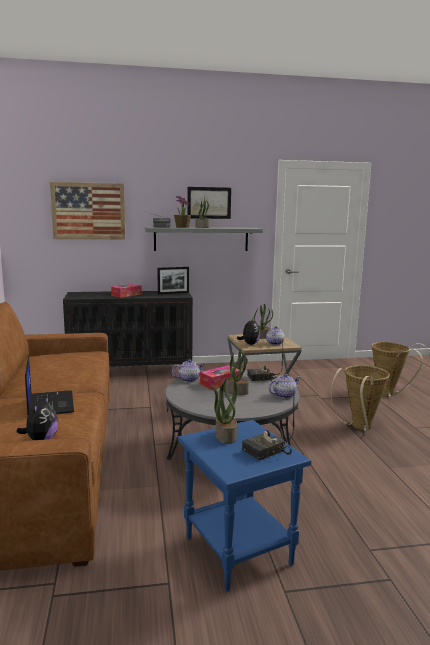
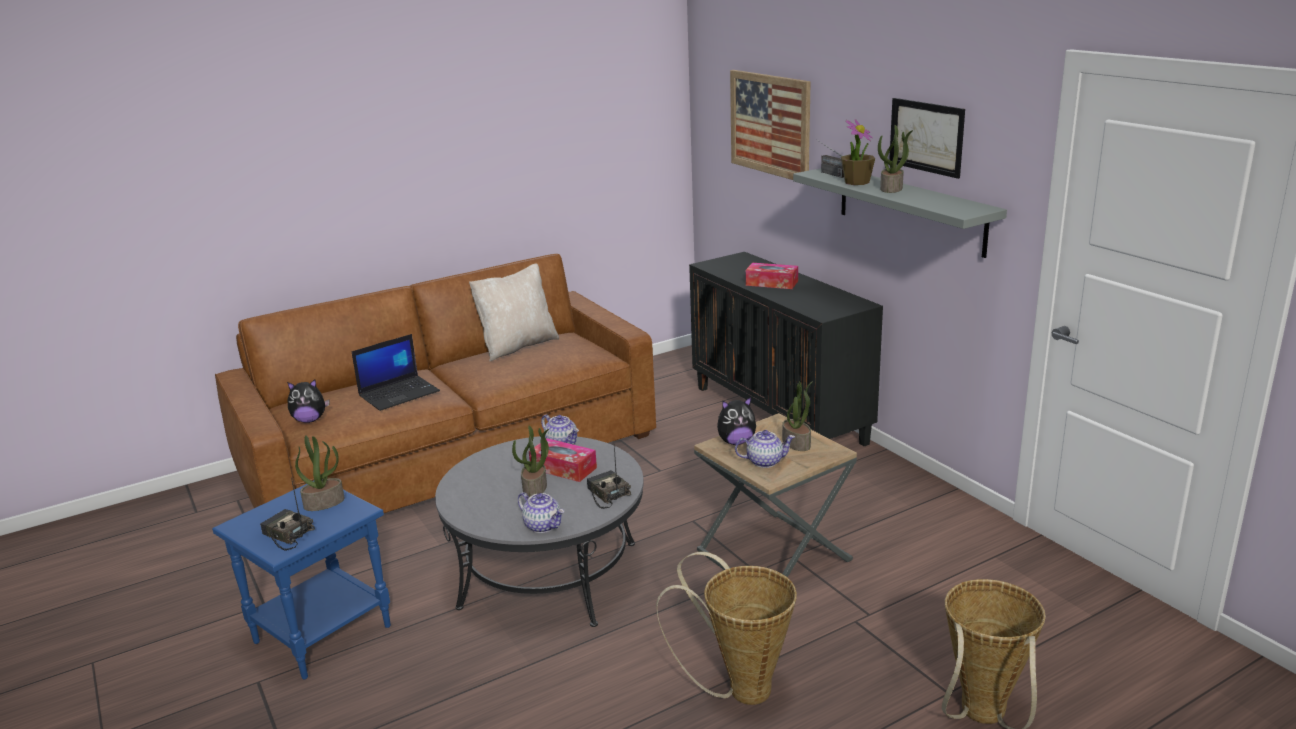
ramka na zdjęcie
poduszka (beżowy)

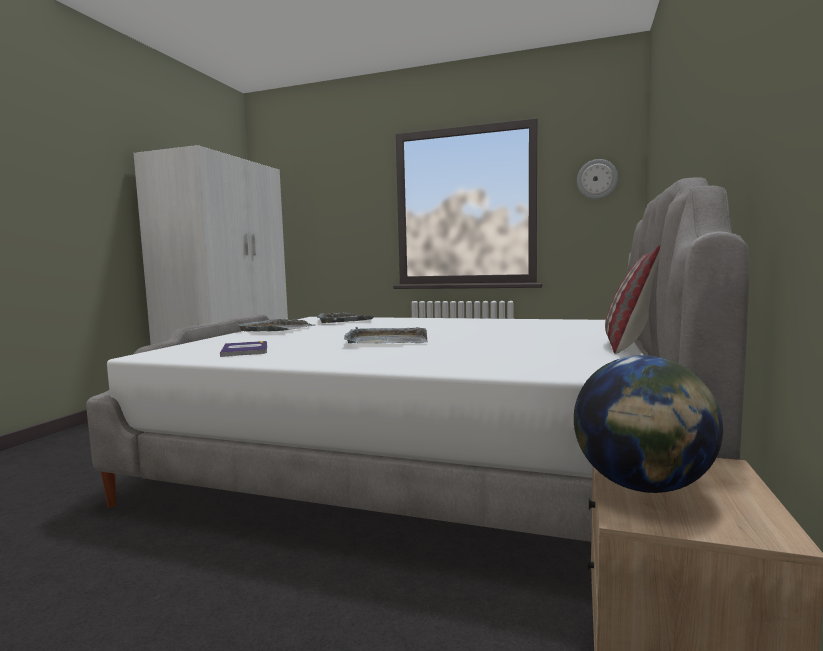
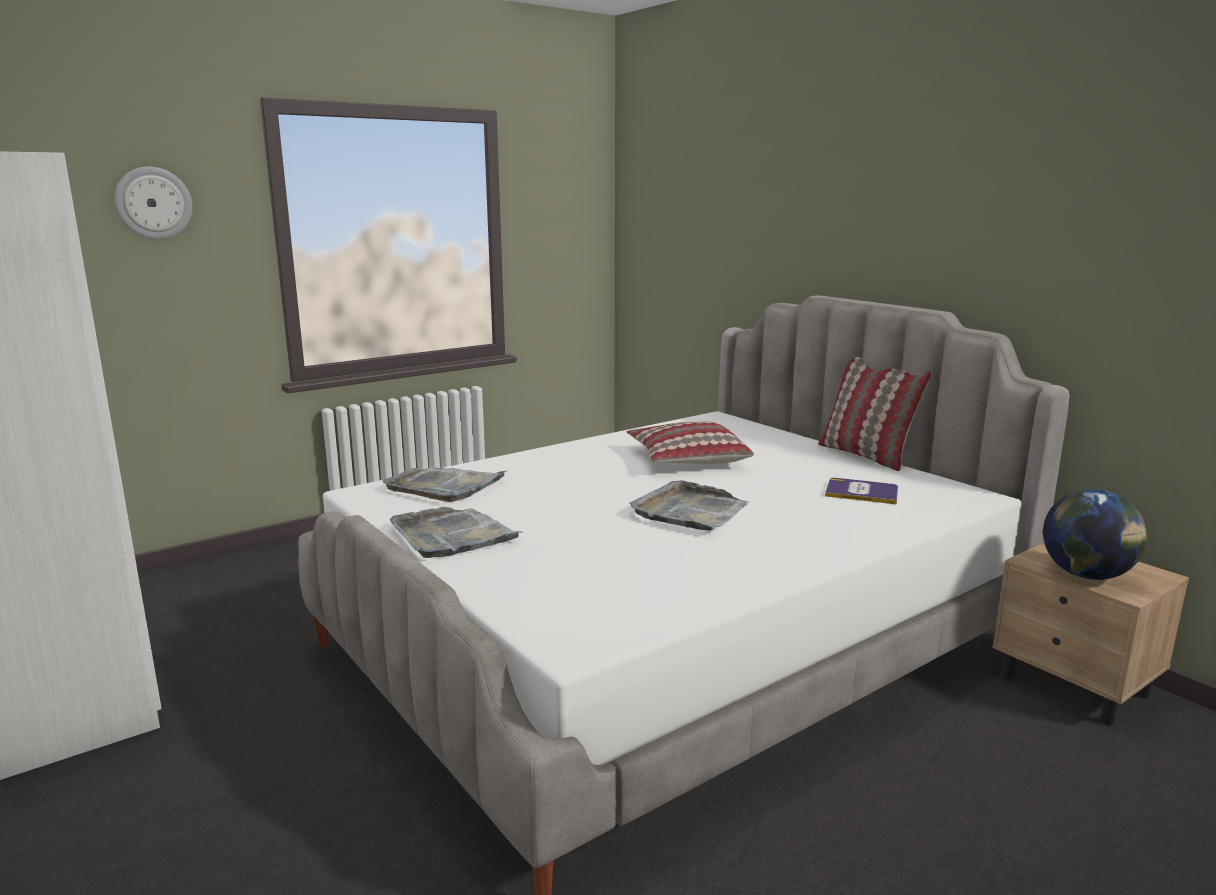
poduszka (no. 1 from left)
książka
zegar ścienny

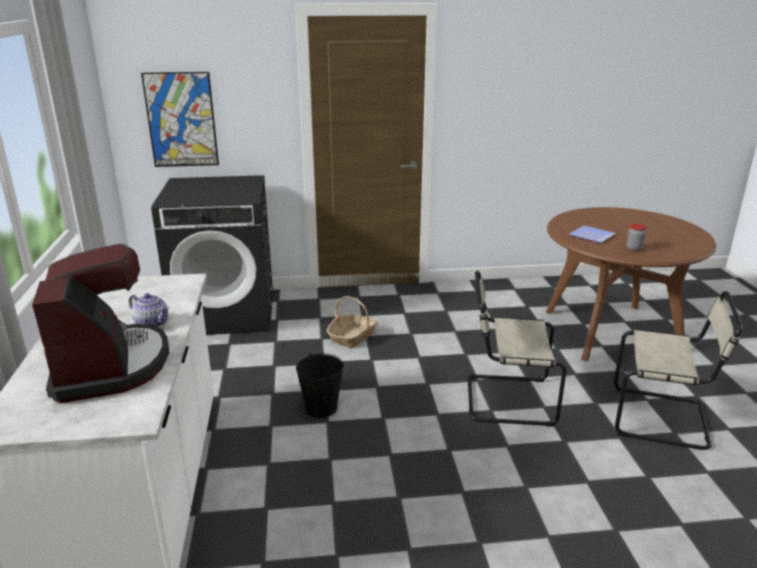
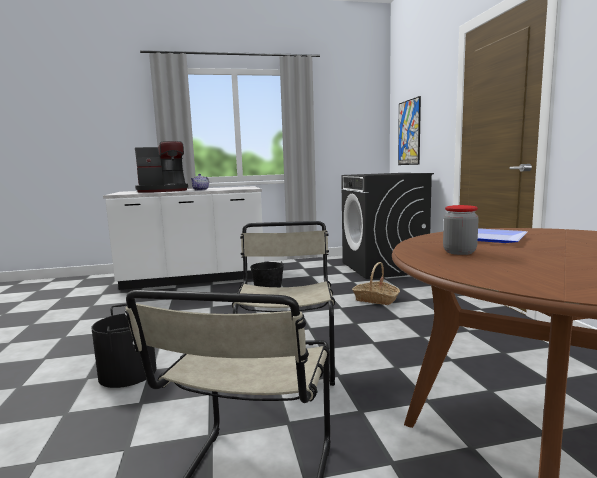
wiadro (czarny) (no. 1 from left)

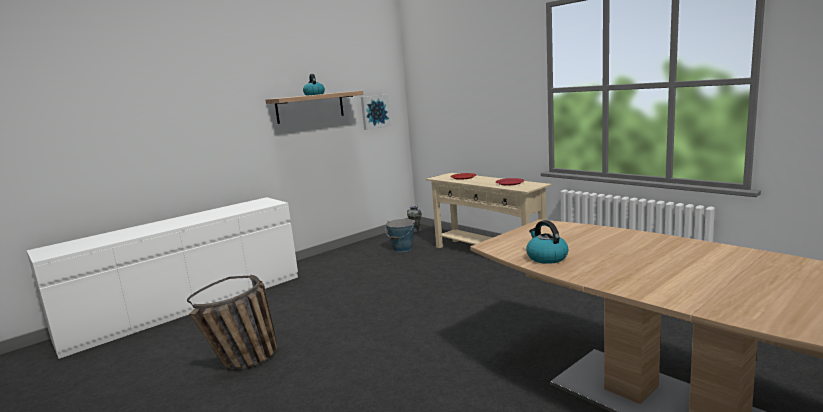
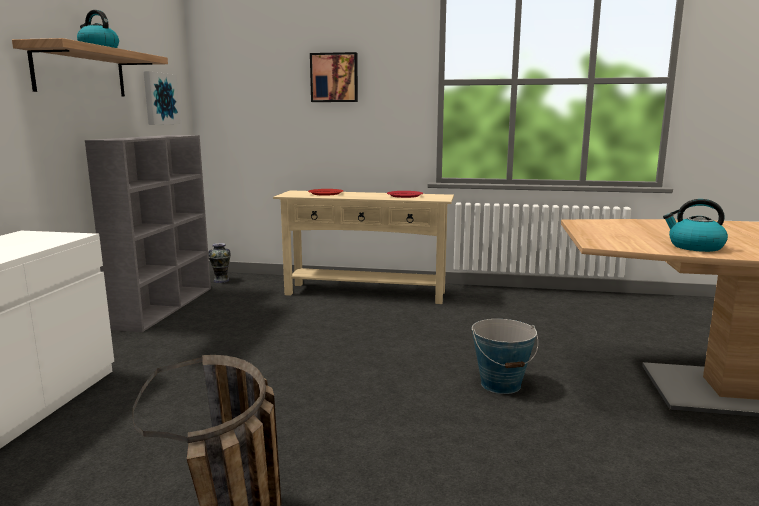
regał (szary)
obraz (no. 2 from left)
wiadro

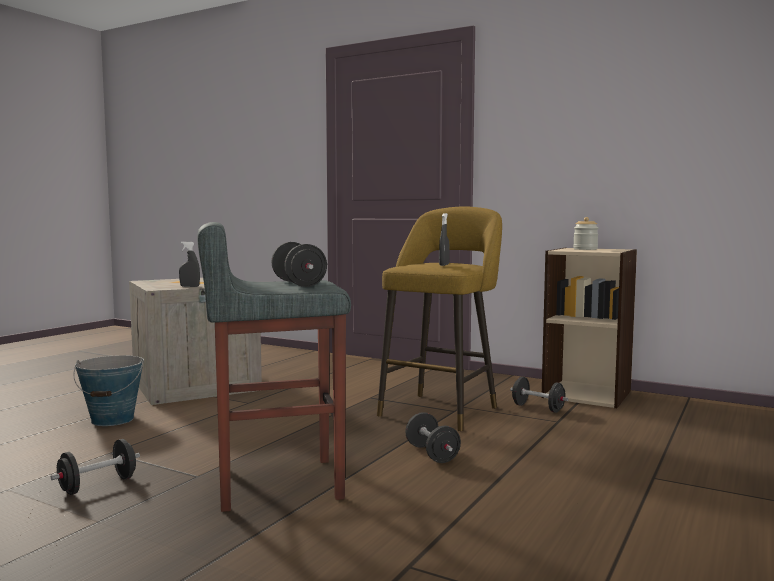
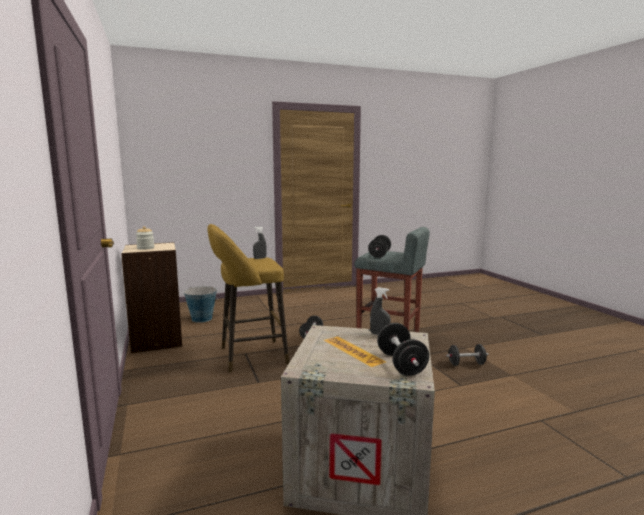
wiadro
hantel (czarny) (no. 3 from left)

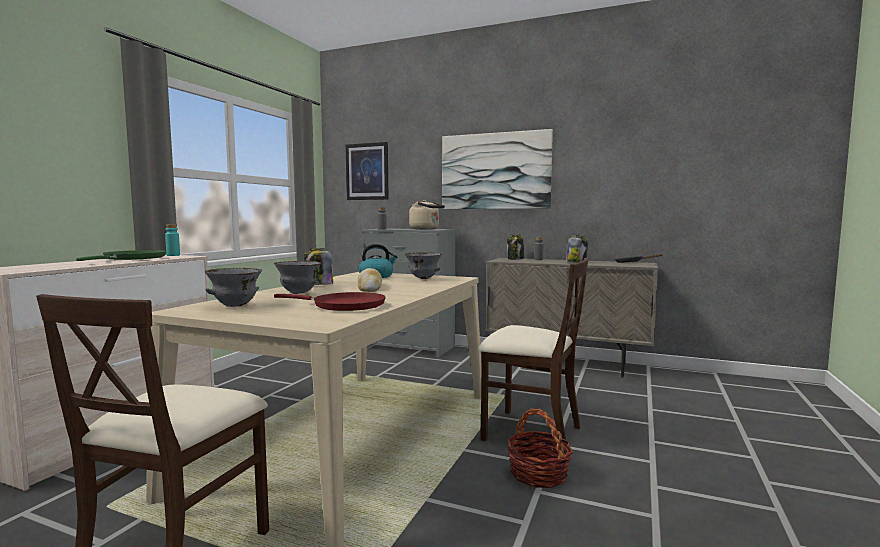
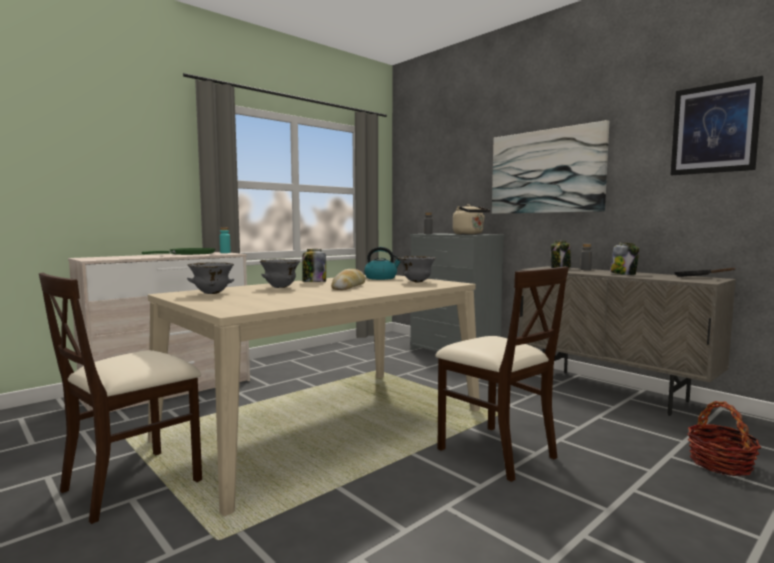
patelnia (czerwony)
obraz (no. 2 from left)
koszyk

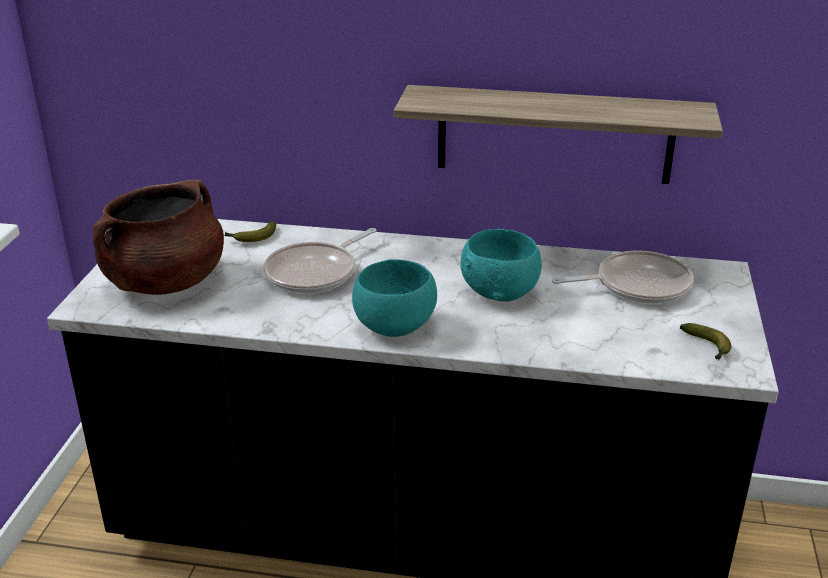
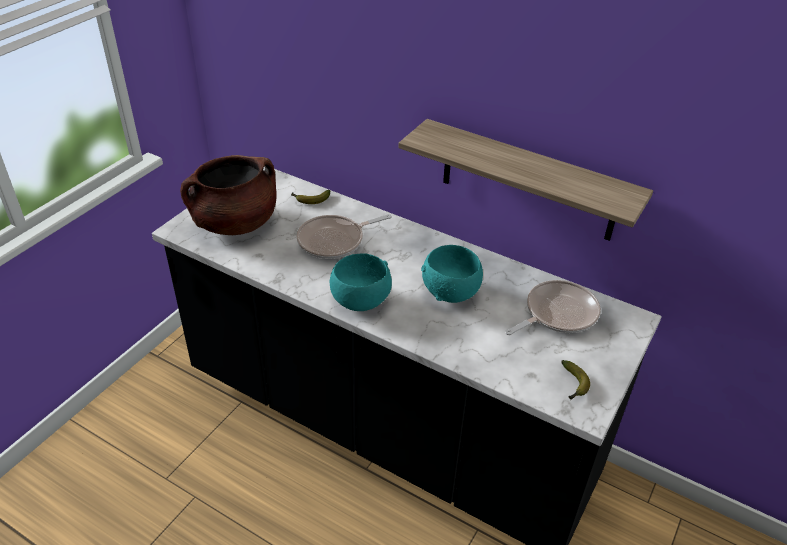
patelnia (no. 2 from left)

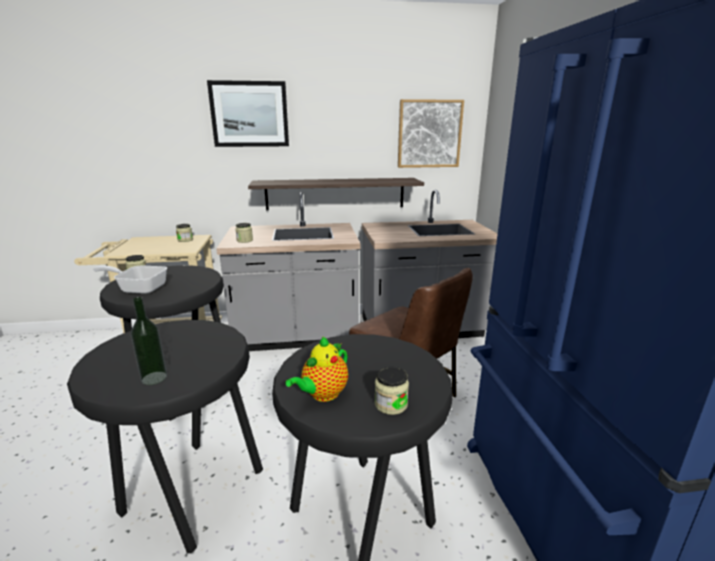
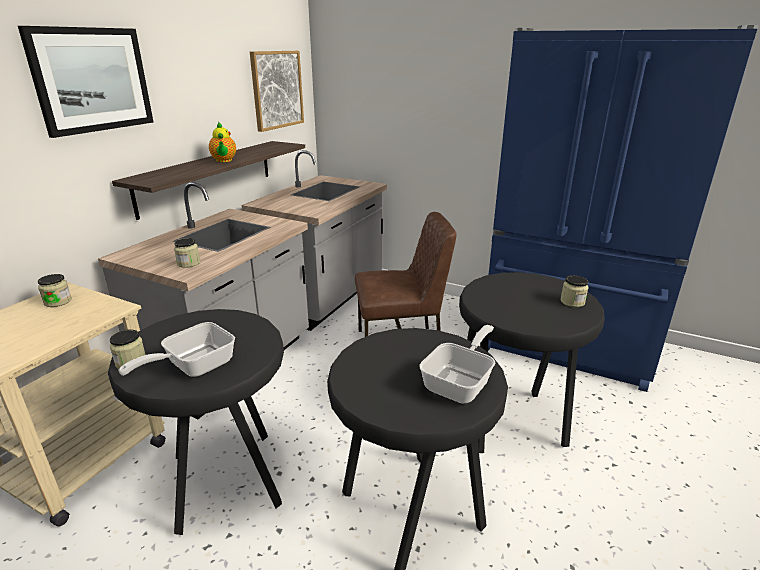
imbryk
patelnia (no. 2 from left)

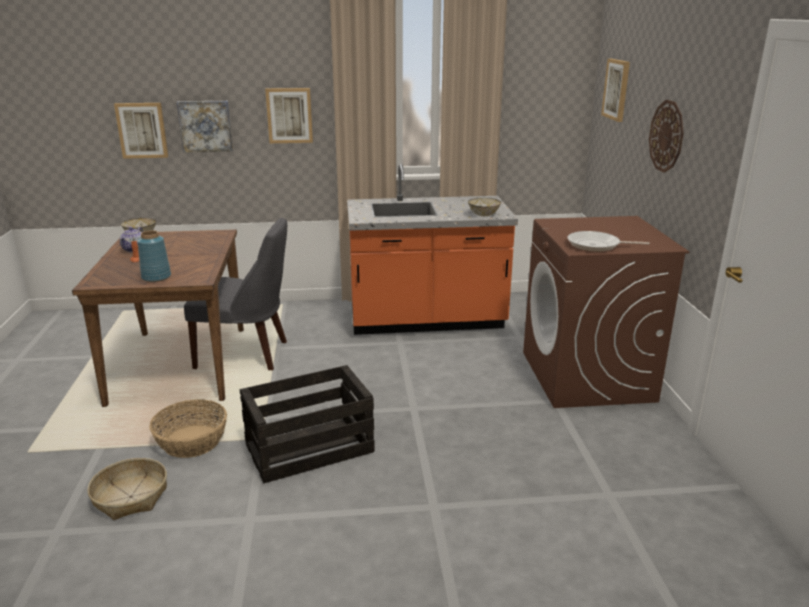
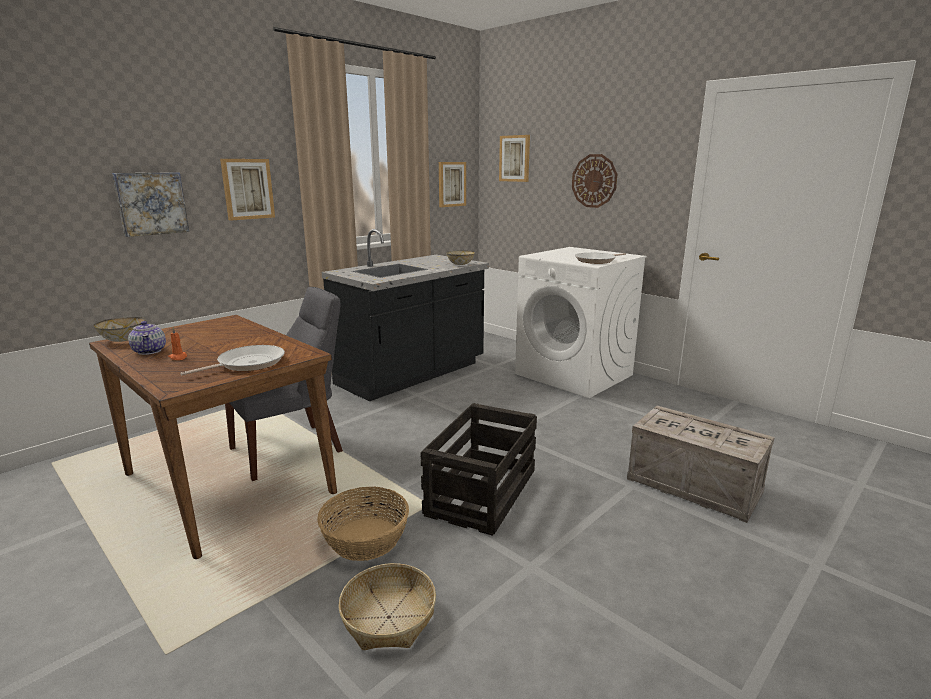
skrzynka (no. 2 from left)
obraz (no. 3 from left)
patelnia (no. 1 from left)
zabudowa kuchenna (czarny)
pralka (biały)

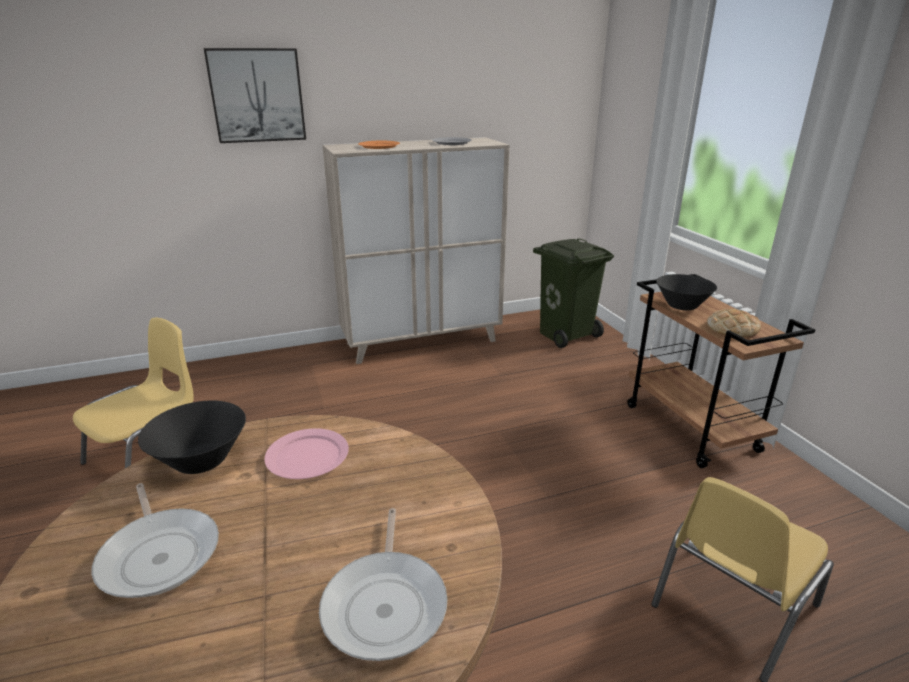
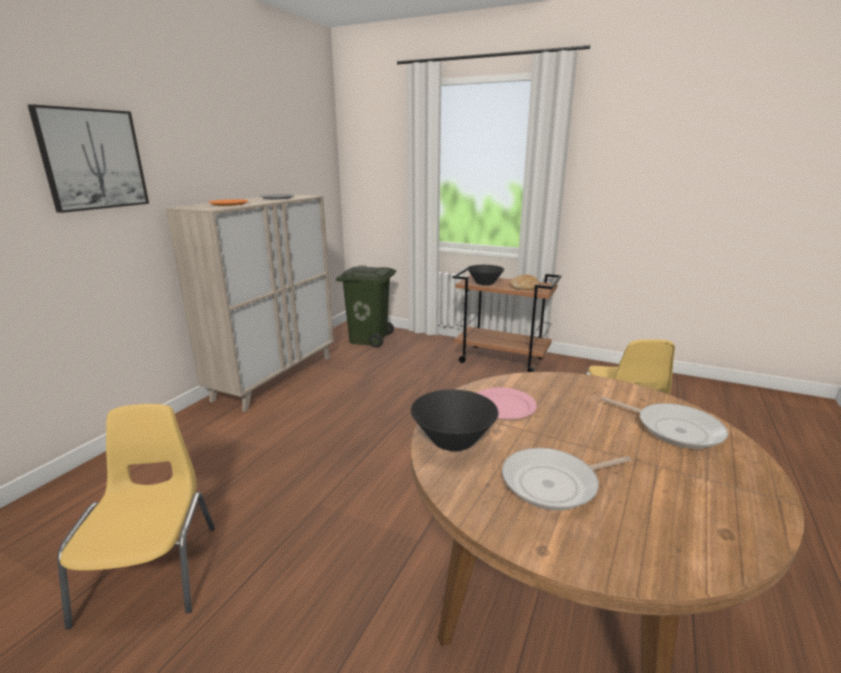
patelnia (no. 1 from left)

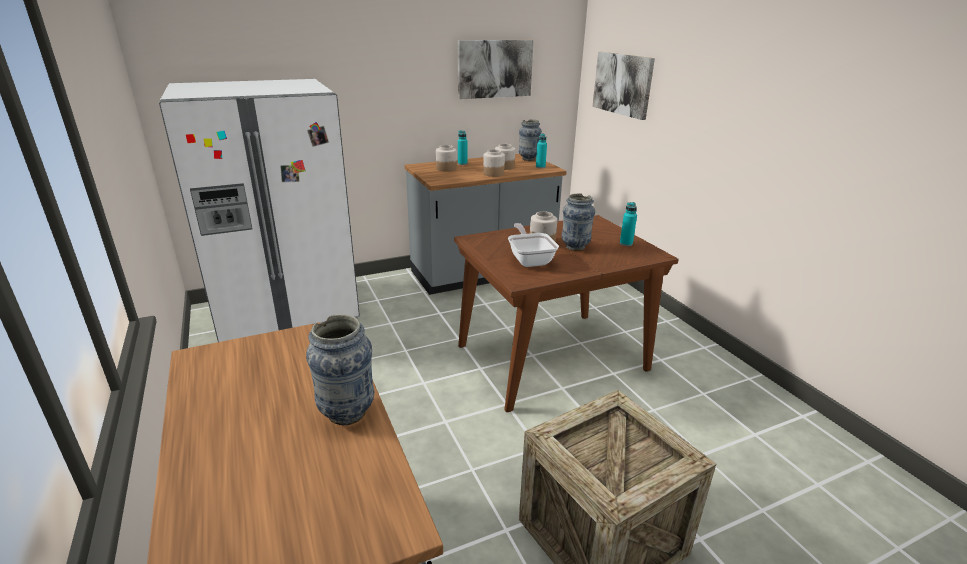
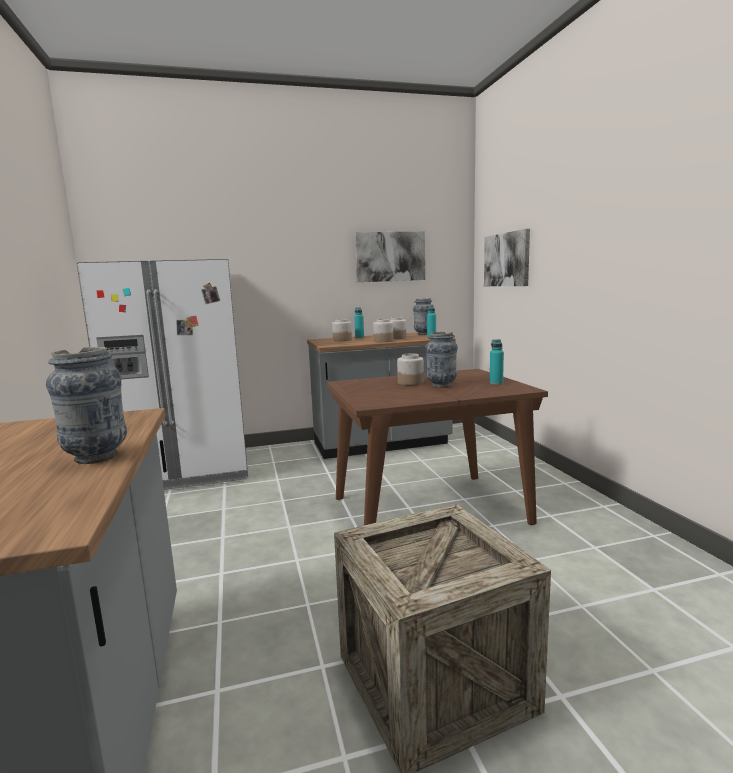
patelnia

